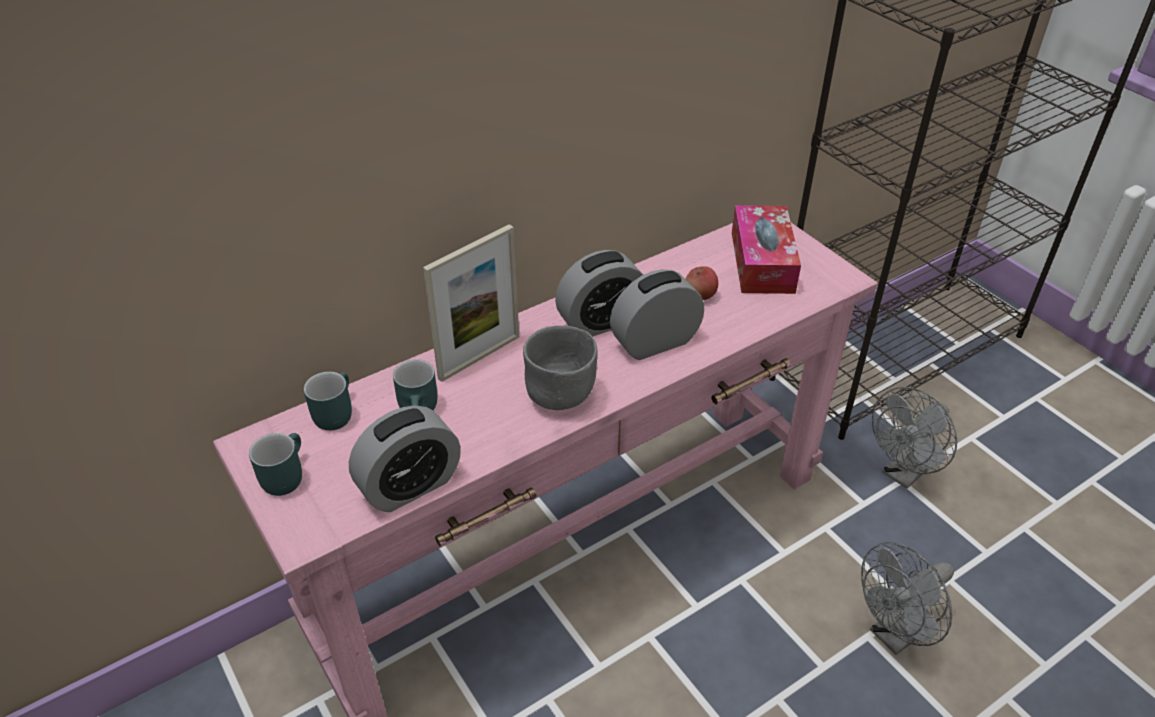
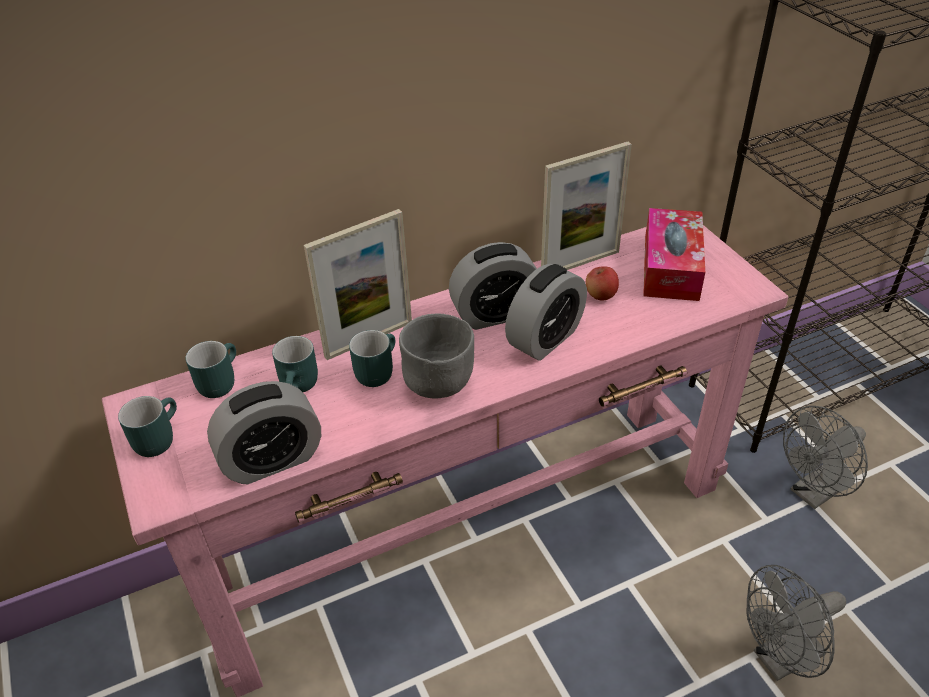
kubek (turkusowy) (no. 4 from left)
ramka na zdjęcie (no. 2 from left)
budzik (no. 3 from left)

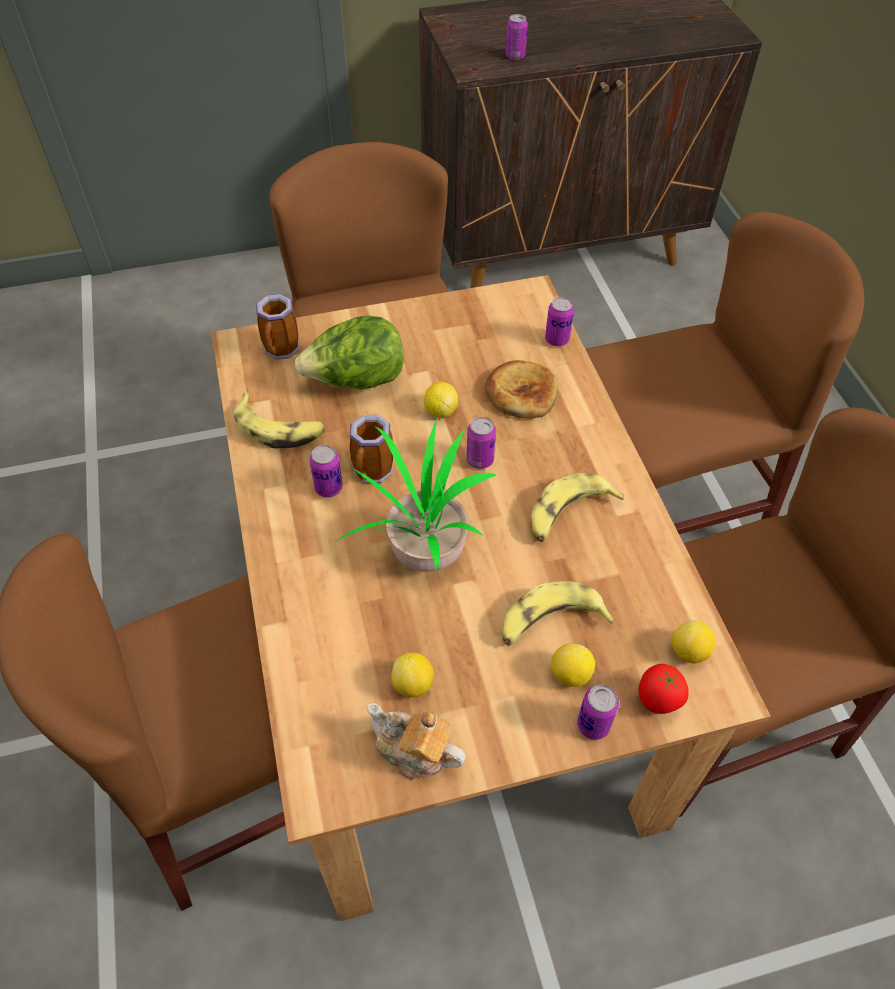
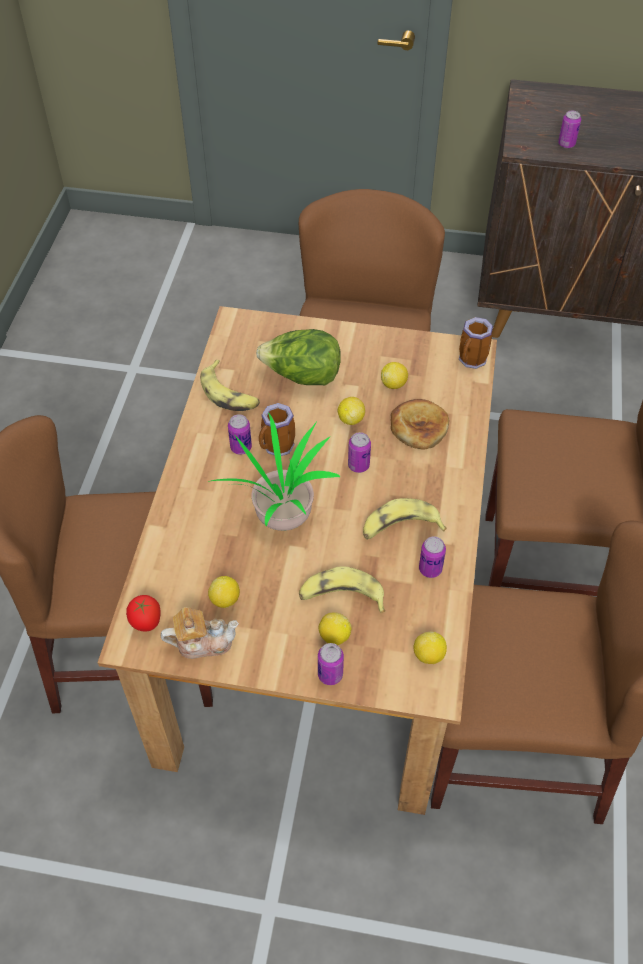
cytryna (no. 4 from left)
kubek (no. 2 from left)
puszka (no. 4 from left)
pomidor
imbryk

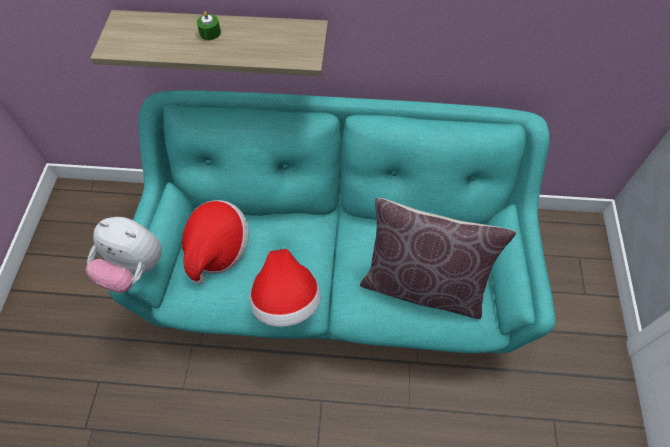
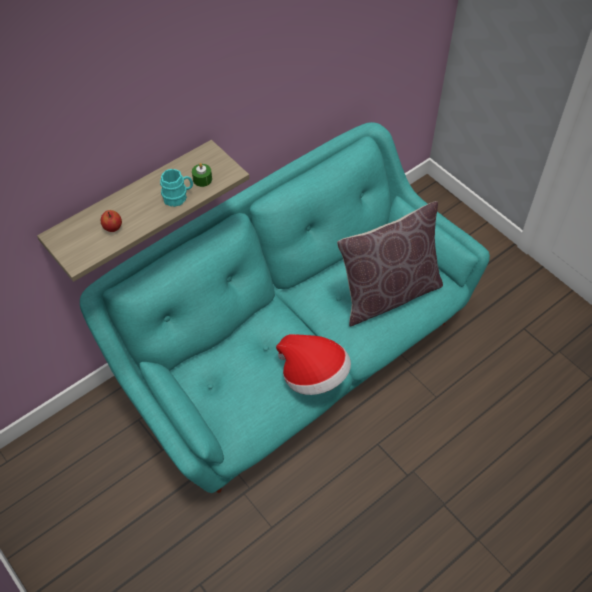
pluszak
kapelusz (no. 1 from left in the first image)
jabłko
kubek (turkusowy)
świeca (zielony)

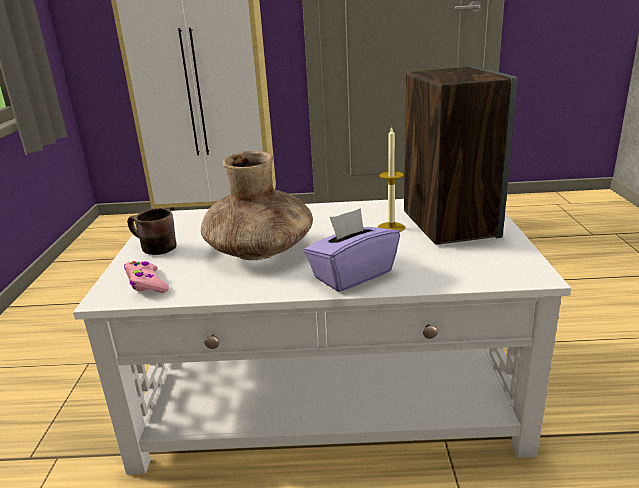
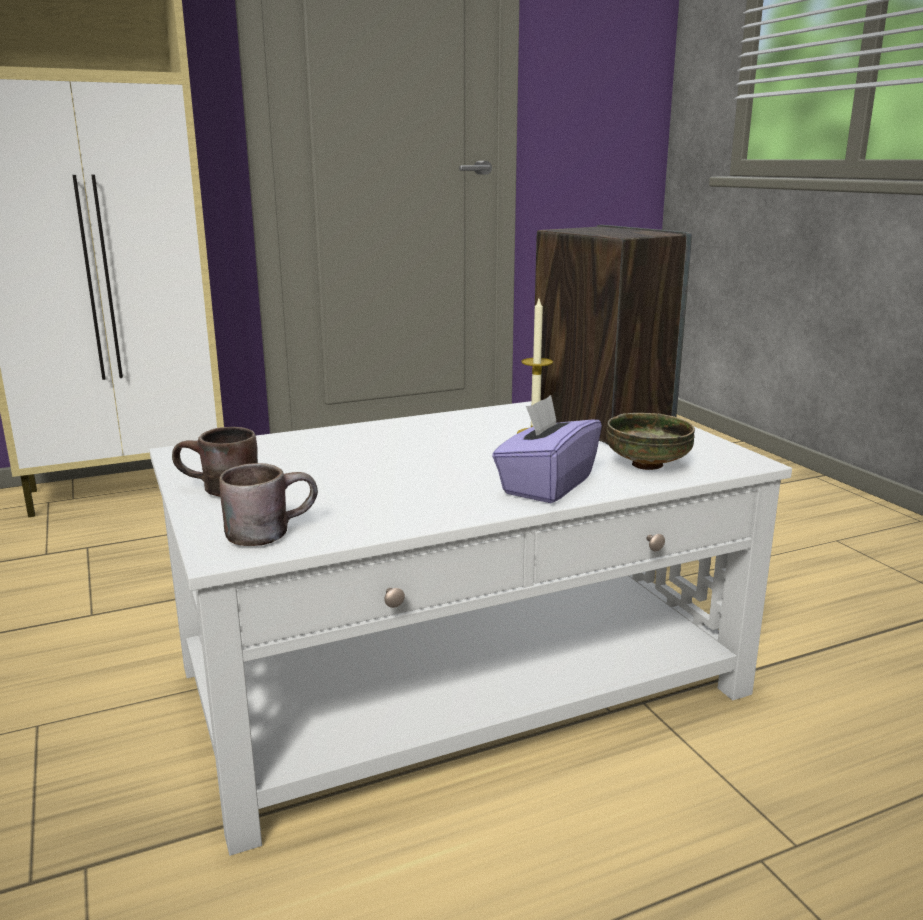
wazon (brązowy)
miska
kubek (brązowy) (no. 2 from left)

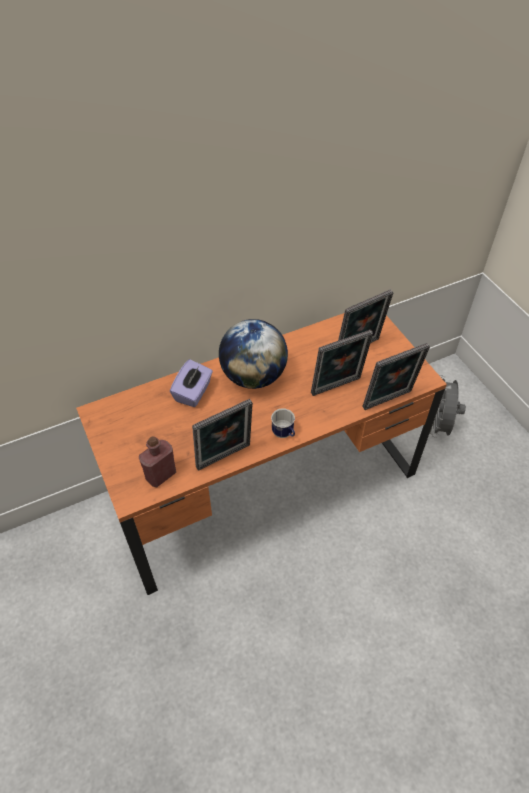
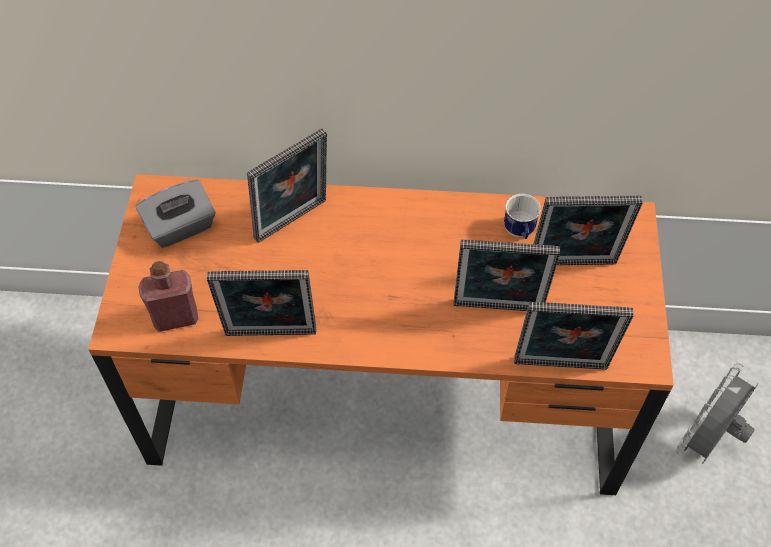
globus
pudełko chusteczek (szary)
kubek
ramka na zdjęcie (no. 2 from left)

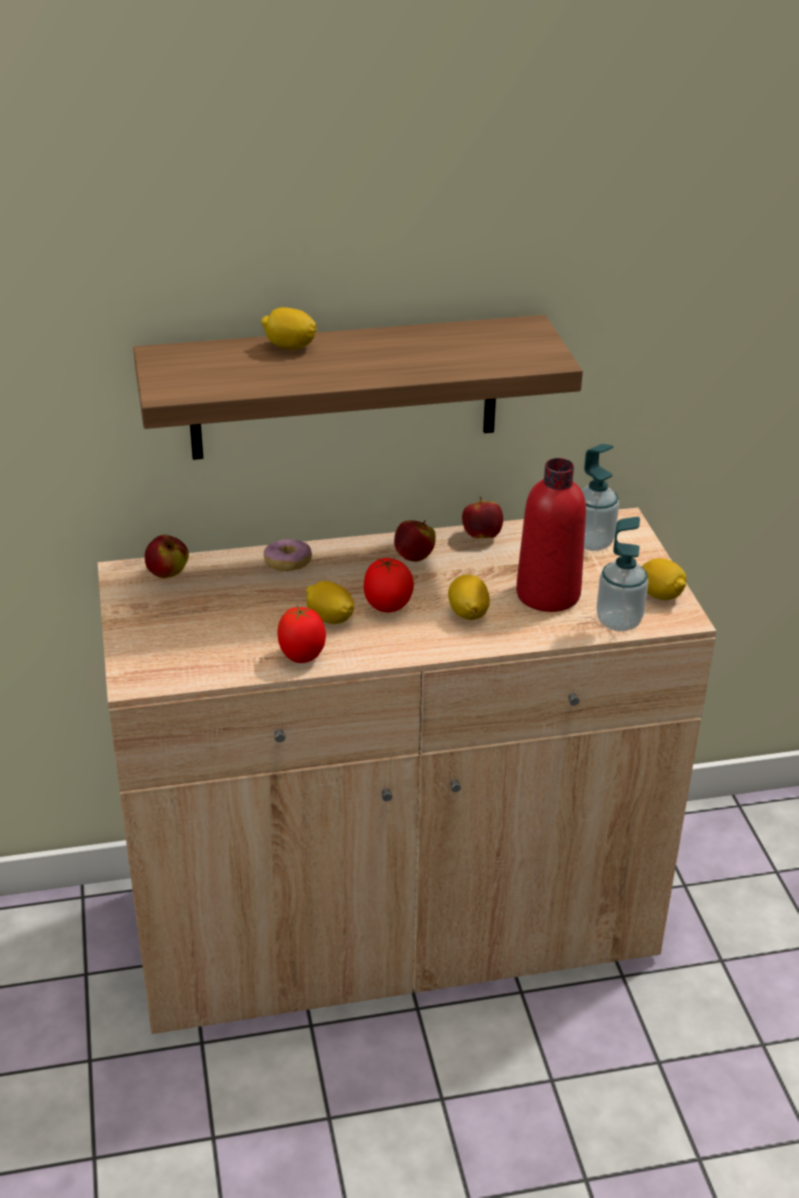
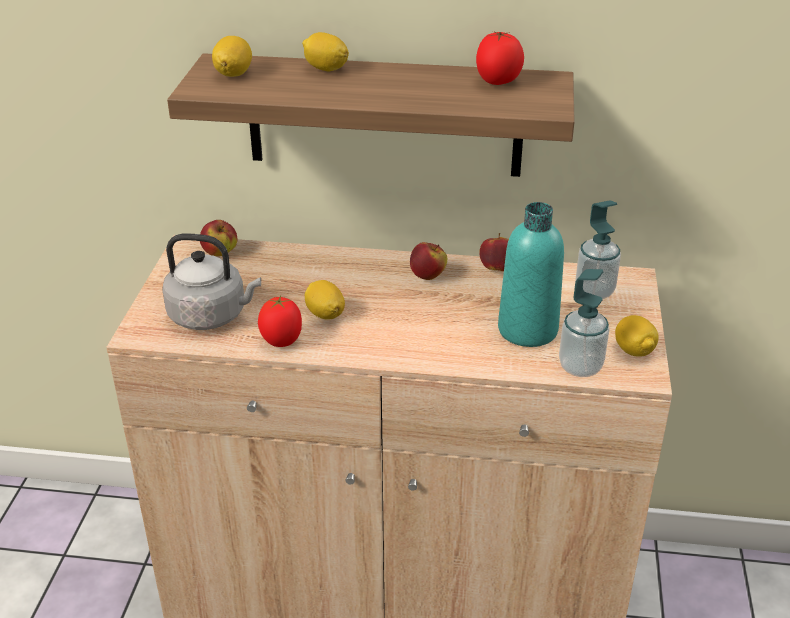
donut
czajnik (szary)
pomidor (no. 2 from left)
cytryna (no. 1 from left)
butelka (turkusowy)

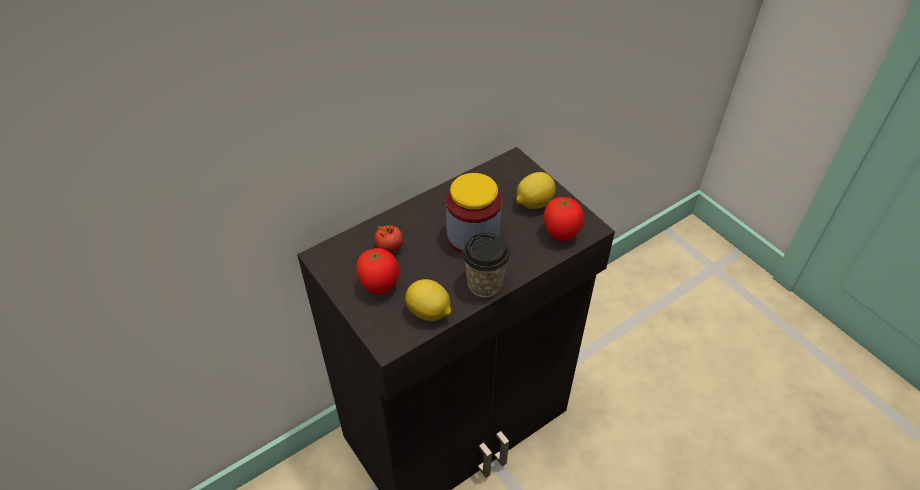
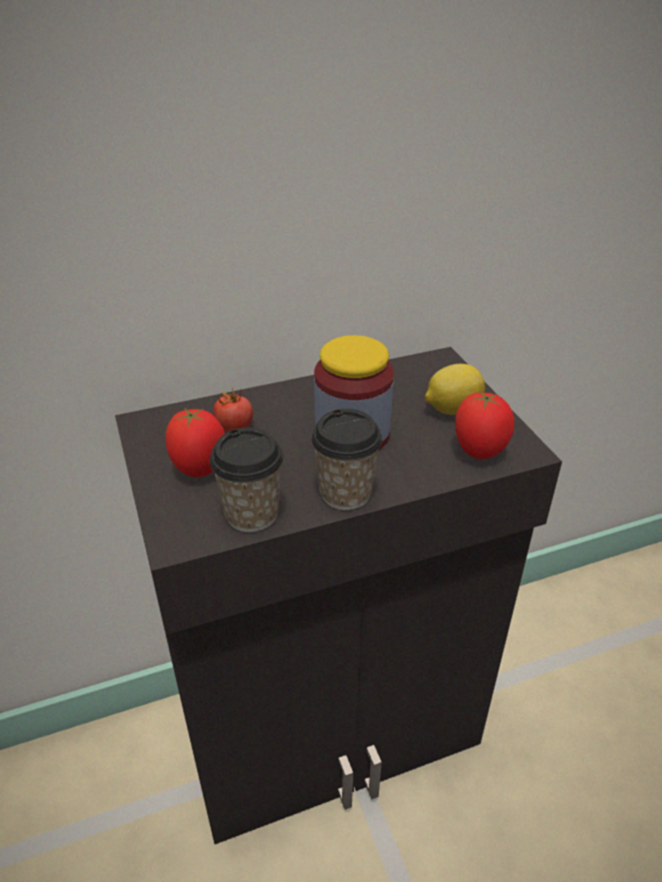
filiżanka (no. 1 from left)

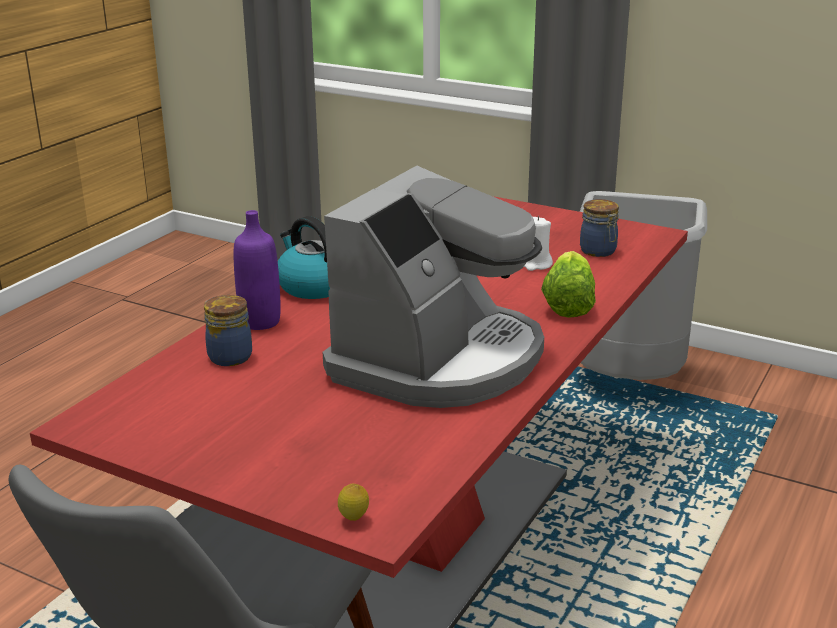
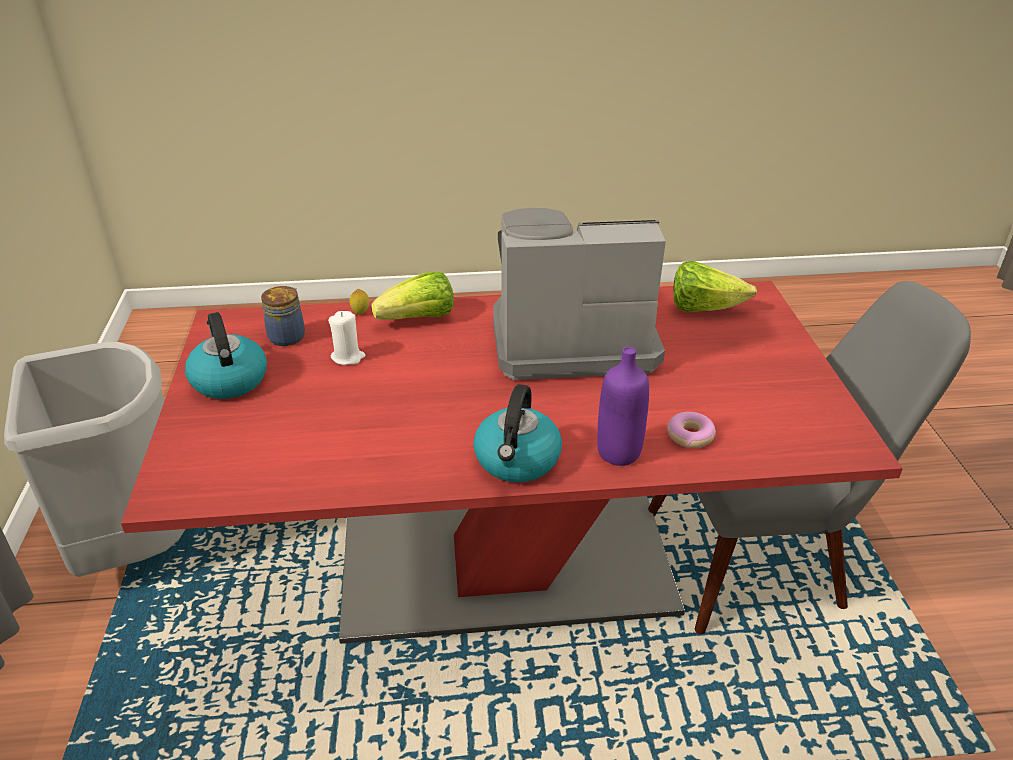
czajnik (no. 1 from left)
sałata (no. 2 from left)
cytryna
donut

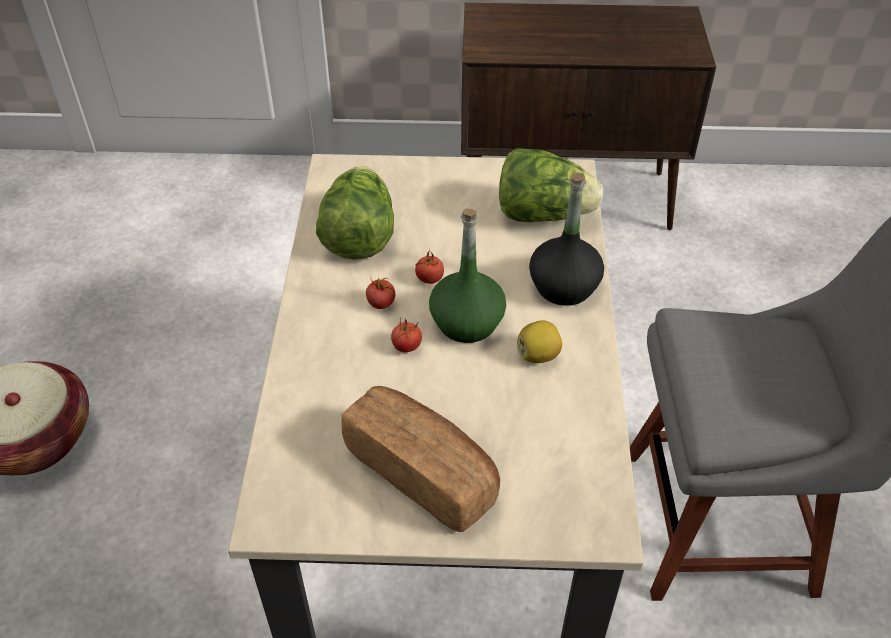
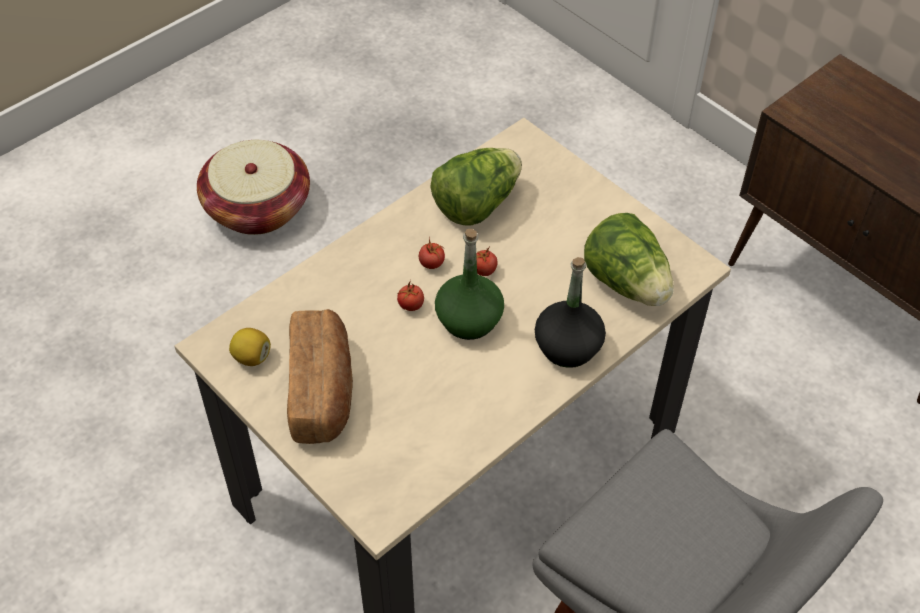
cytryna

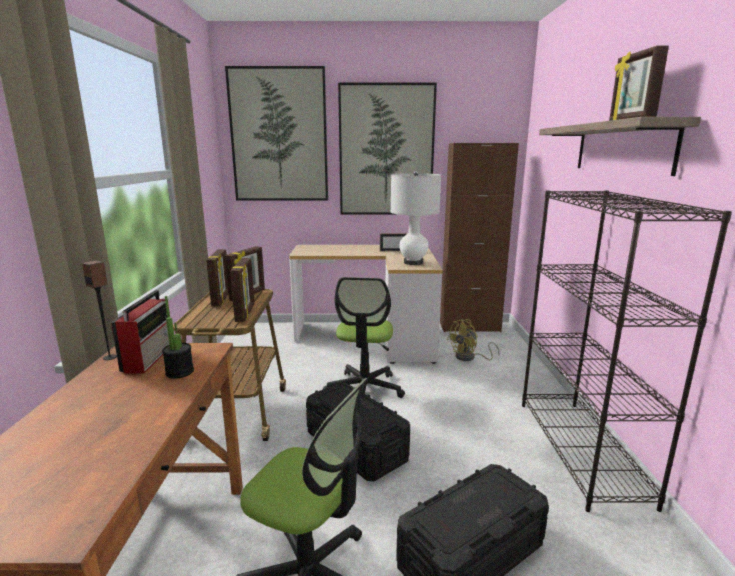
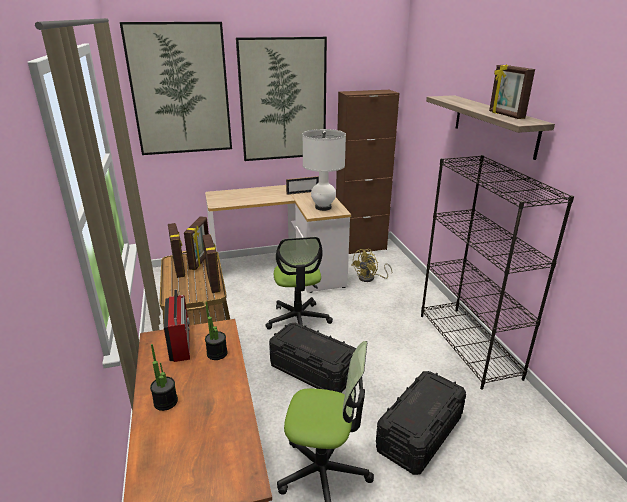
głośnik
roślina doniczkowa (no. 1 from left)

